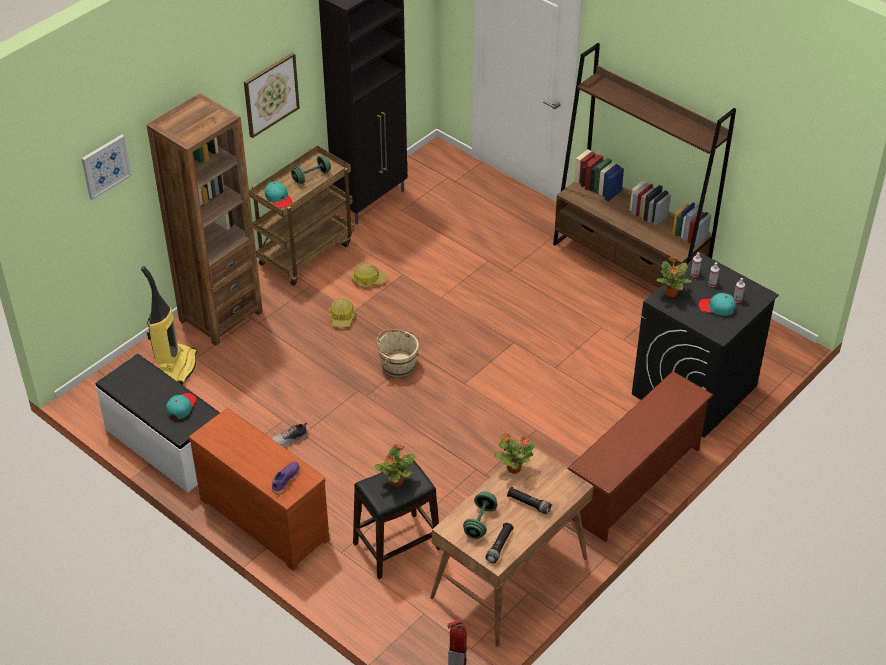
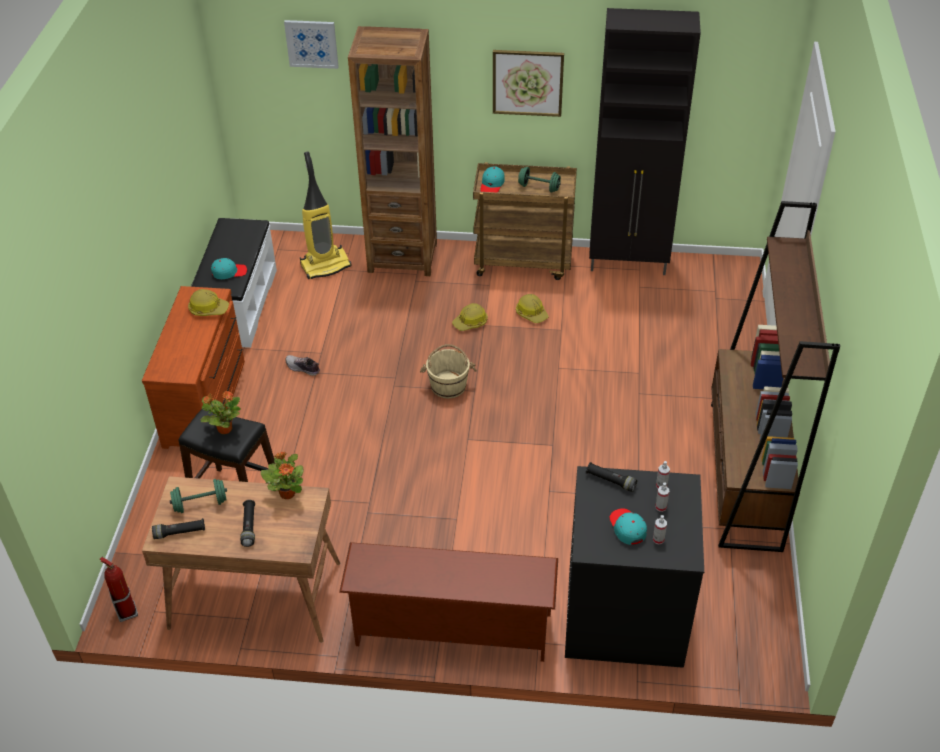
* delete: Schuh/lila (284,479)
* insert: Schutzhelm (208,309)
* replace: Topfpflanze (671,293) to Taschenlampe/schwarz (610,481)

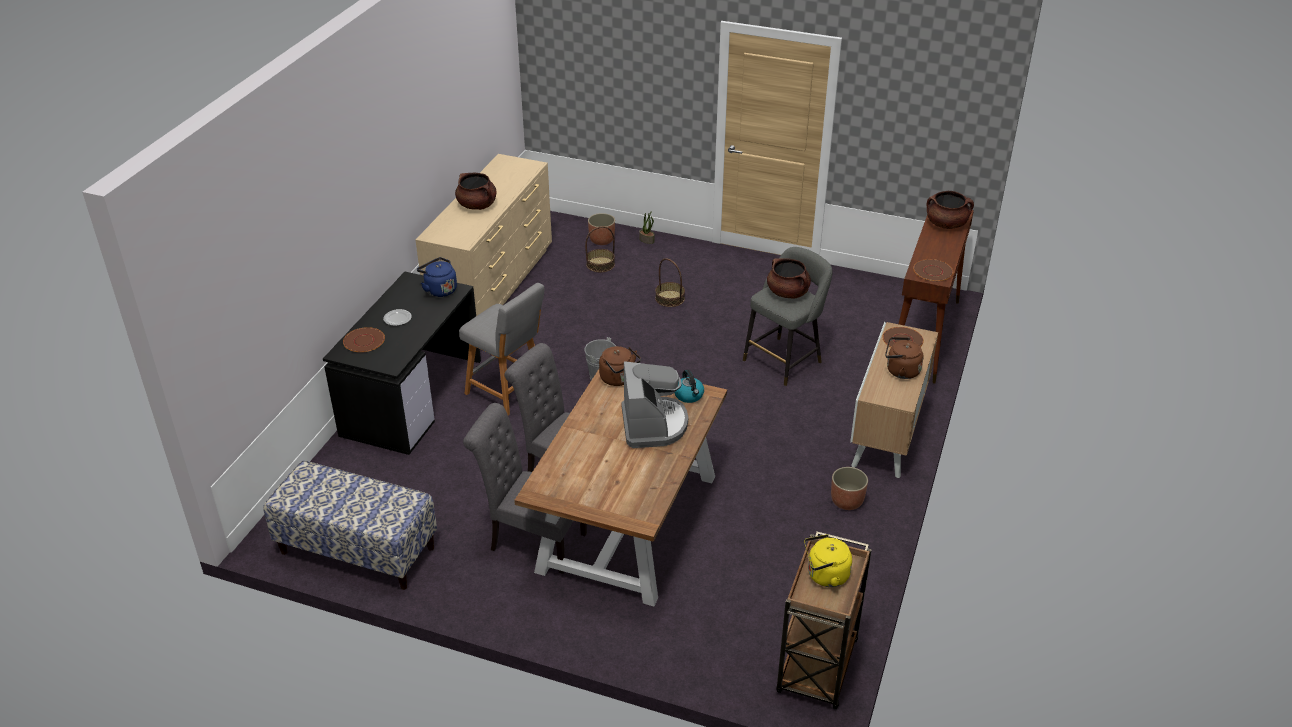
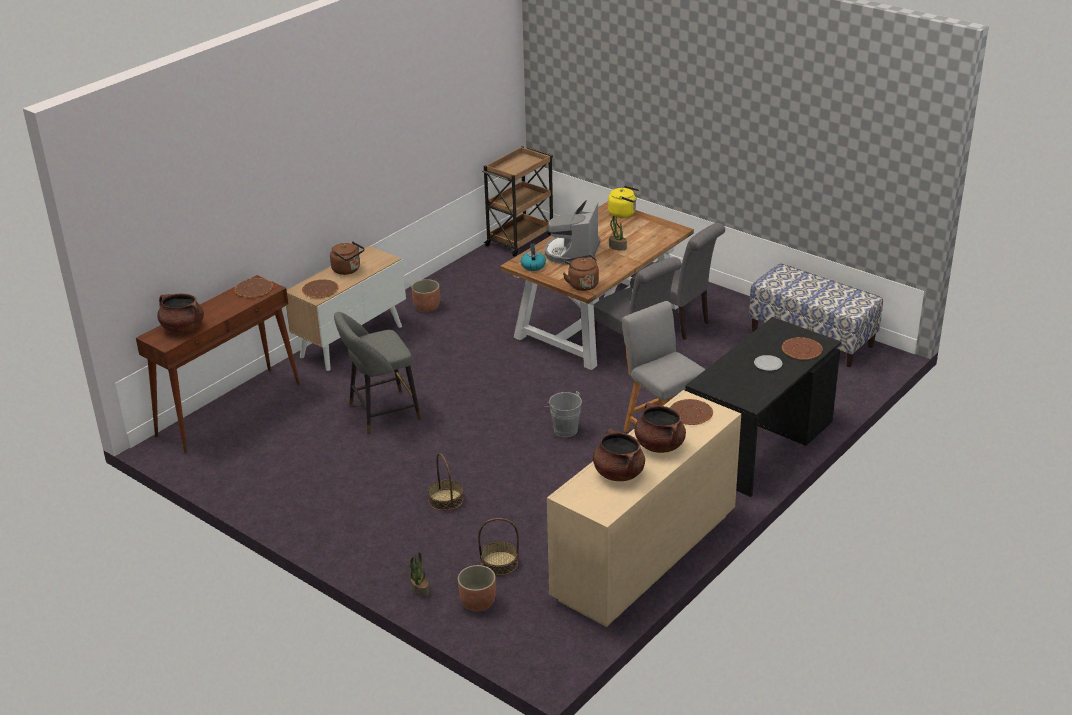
* delete: Wasserkessel/blau (439,290)
* insert: Topfpflanze (617,247)
* insert: Teller/braun (690,413)
* move: Kochtopf/braun (788,293) to (618,473)
* move: Wasserkessel/gelb (825,576) to (624,213)

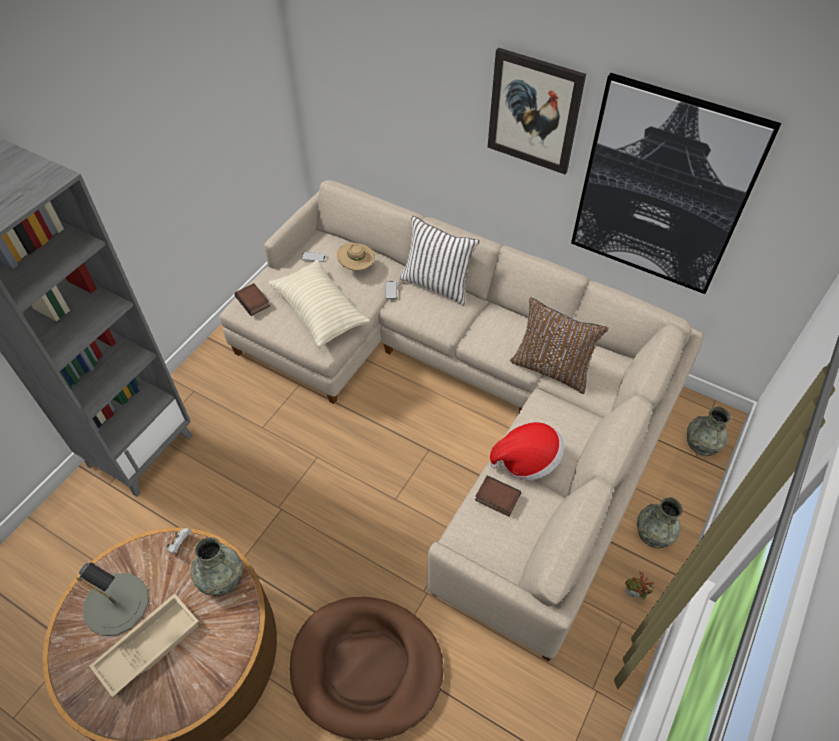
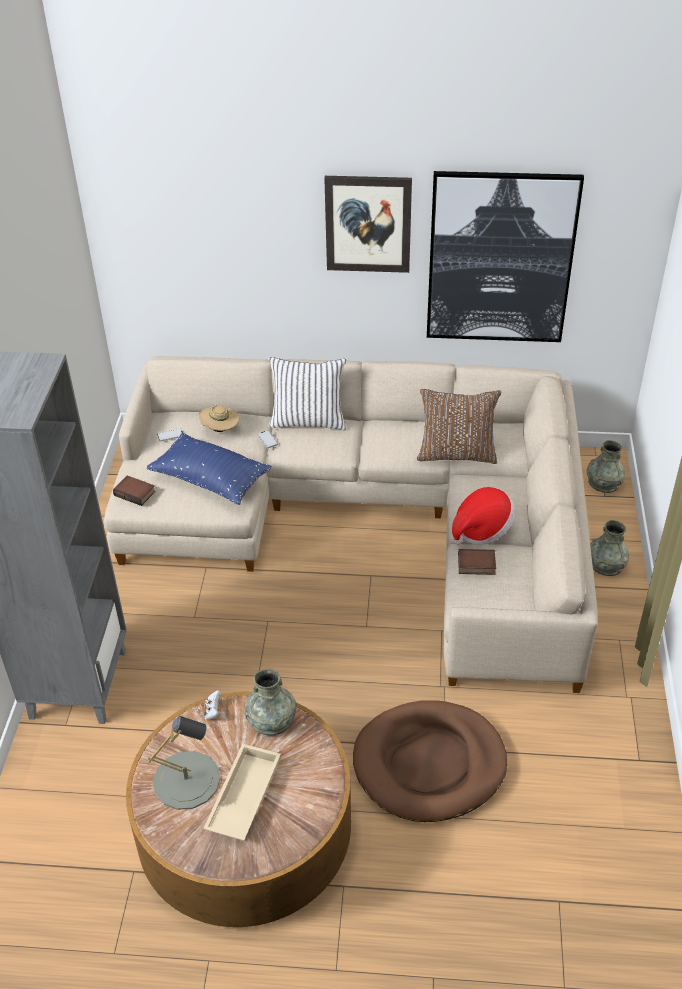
* delete: Topfpflanze (633,596)
* recolor: Kissen/beige (320,312) to Kissen/blau (210,480)

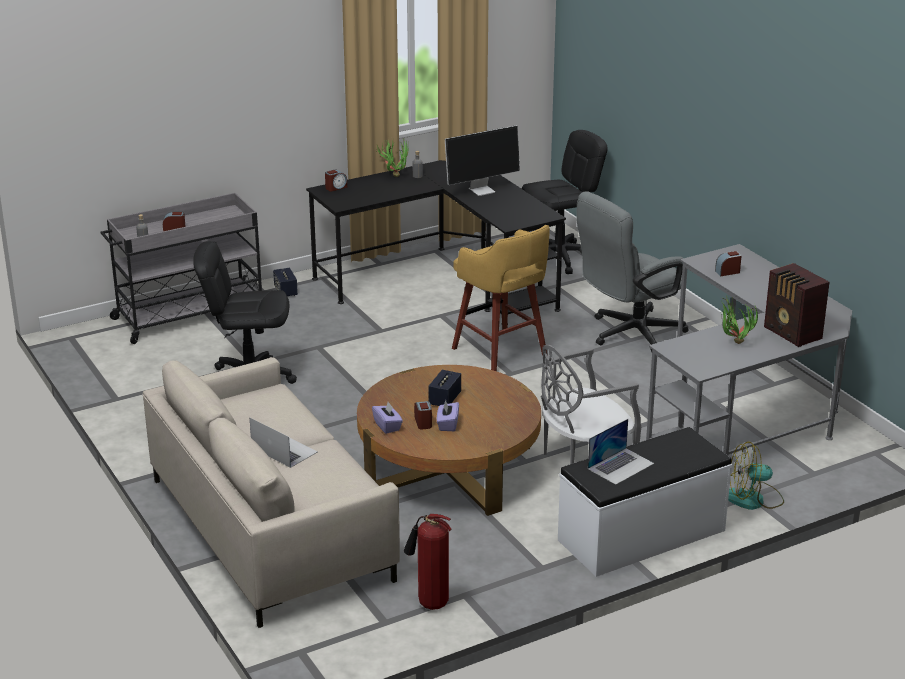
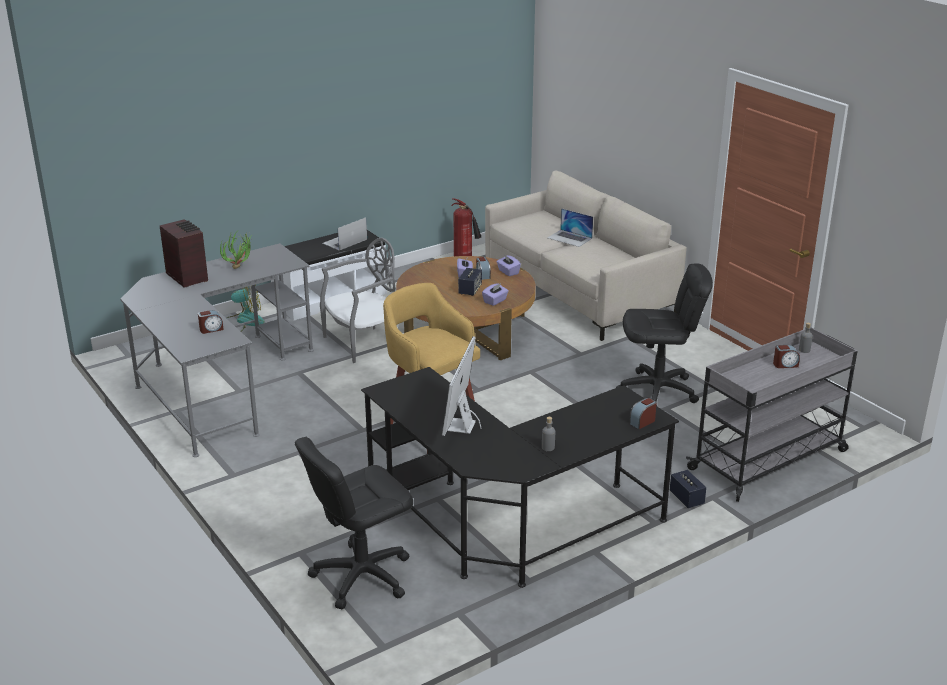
* delete: Topfpflanze (394,175)
* delete: Bürostuhl/grau (628,334)
* insert: Taschentuchbox/lila (495,301)
* rotate: Monitor (482,190) = (460,426) 45 degrees counterclockwise

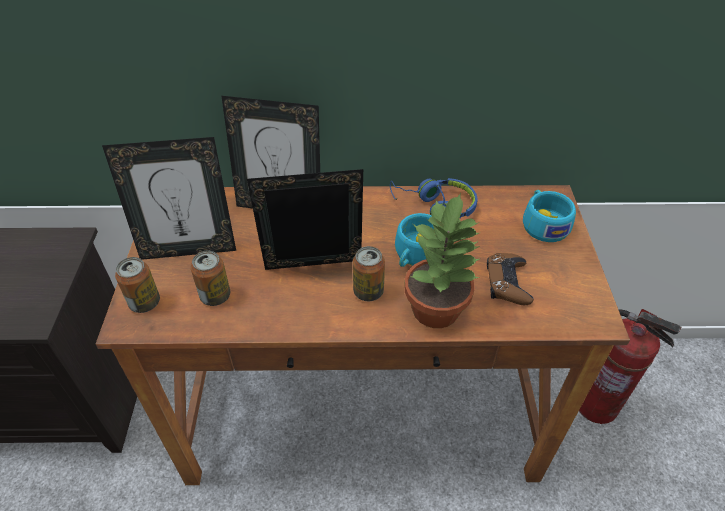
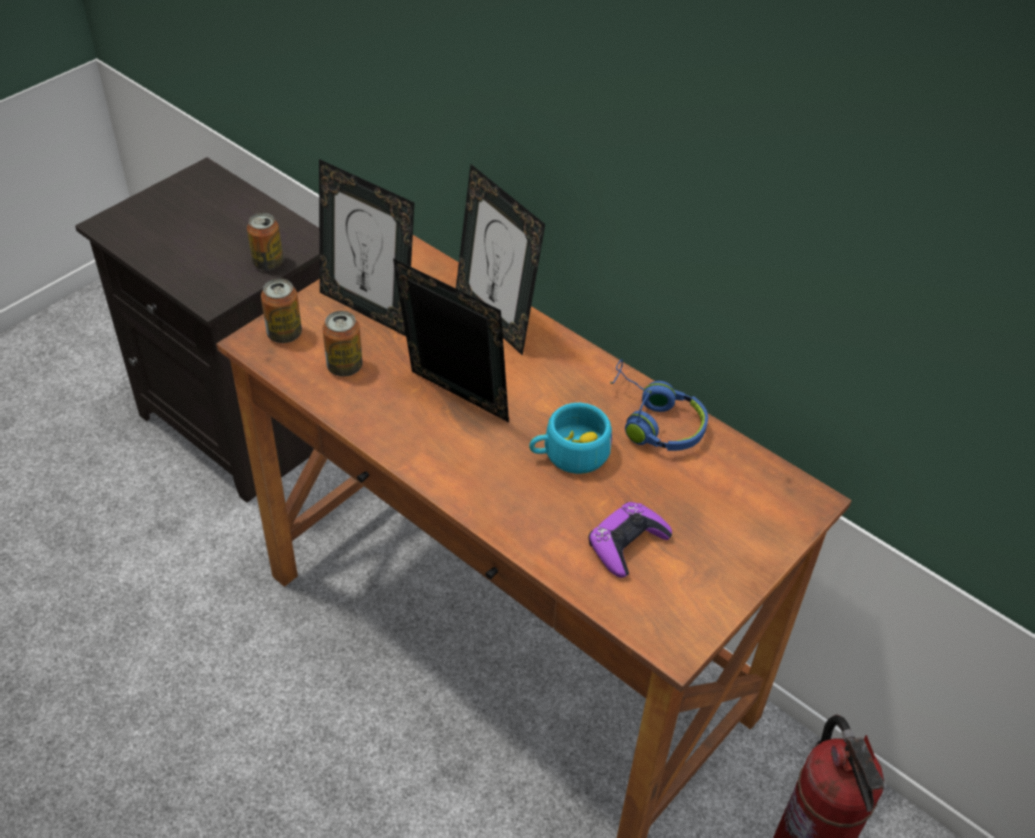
* delete: Topfpflanze (437,309)
* delete: Tasse/türkis (543,224)
* move: Dose (368,292) to (268,263)
* recolor: Gamepad/braun (507,283) to Gamepad/lila (627,544)

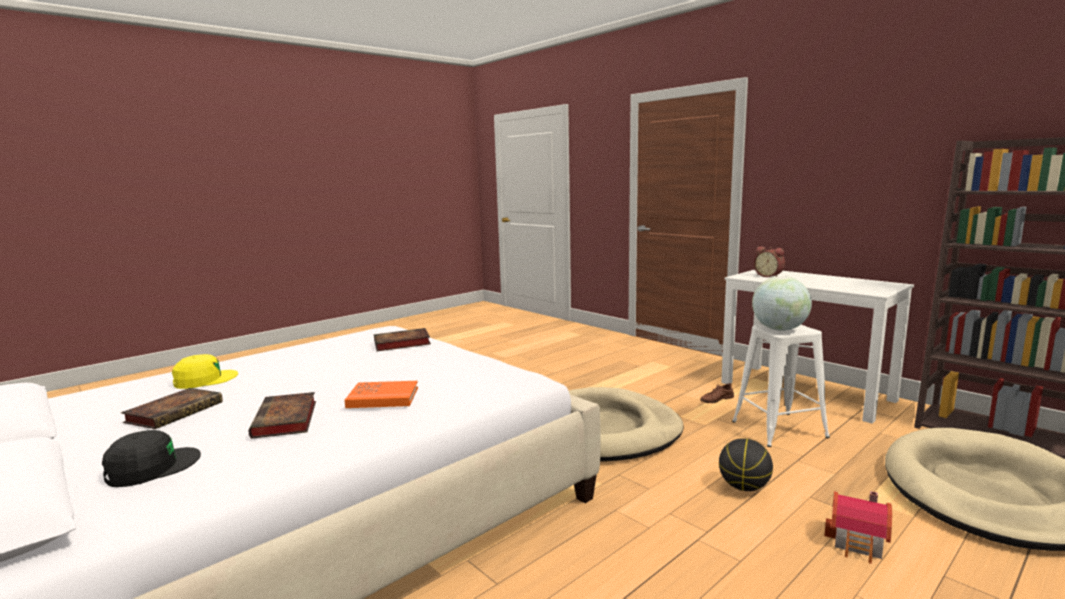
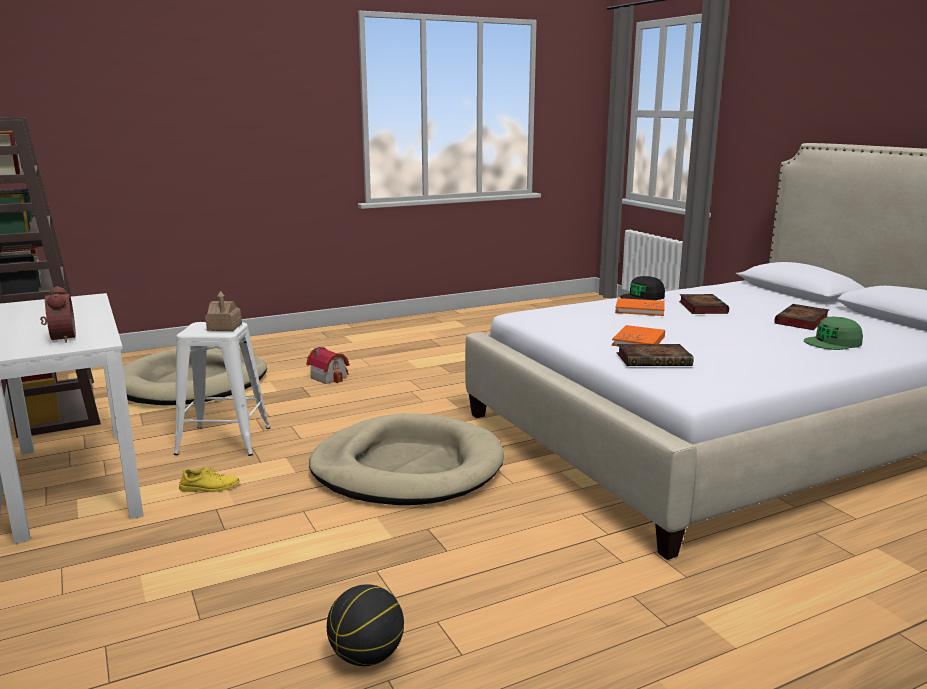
* insert: Buch/orange (638,341)
* move: Kappe/schwarz (152,467) to (643,297)
* move: Basketball (743,487) to (367,656)
* replace: Globus (779,329) to Spielzeughaus (224,327)
* recolor: Kappe/gelb (204,379) to Kappe/grün (833,342)
* recolor: Schuh/braun (716,399) to Schuh/gelb (209,487)

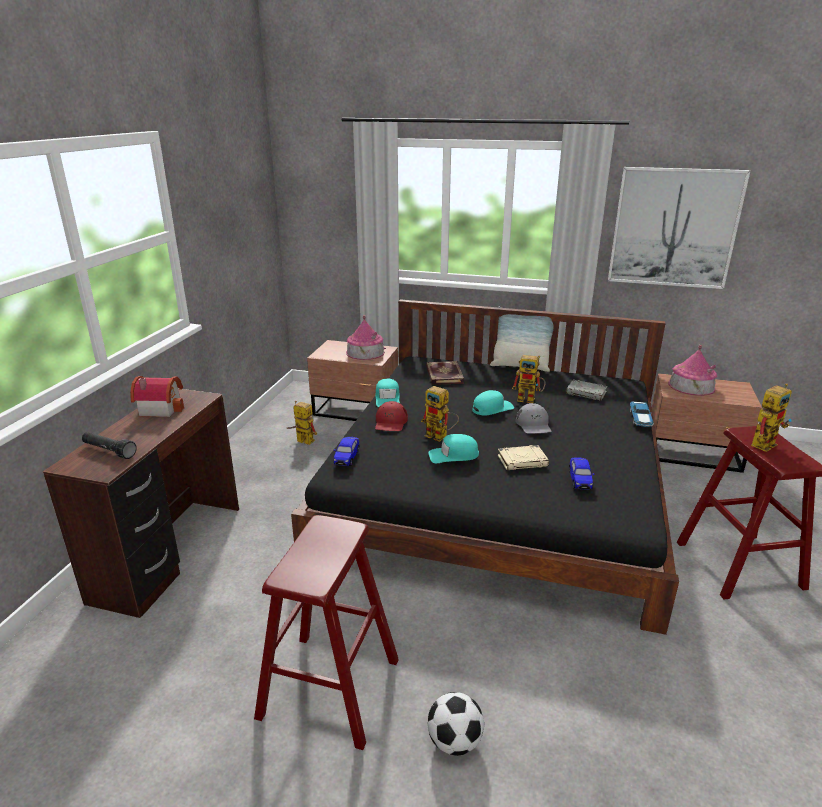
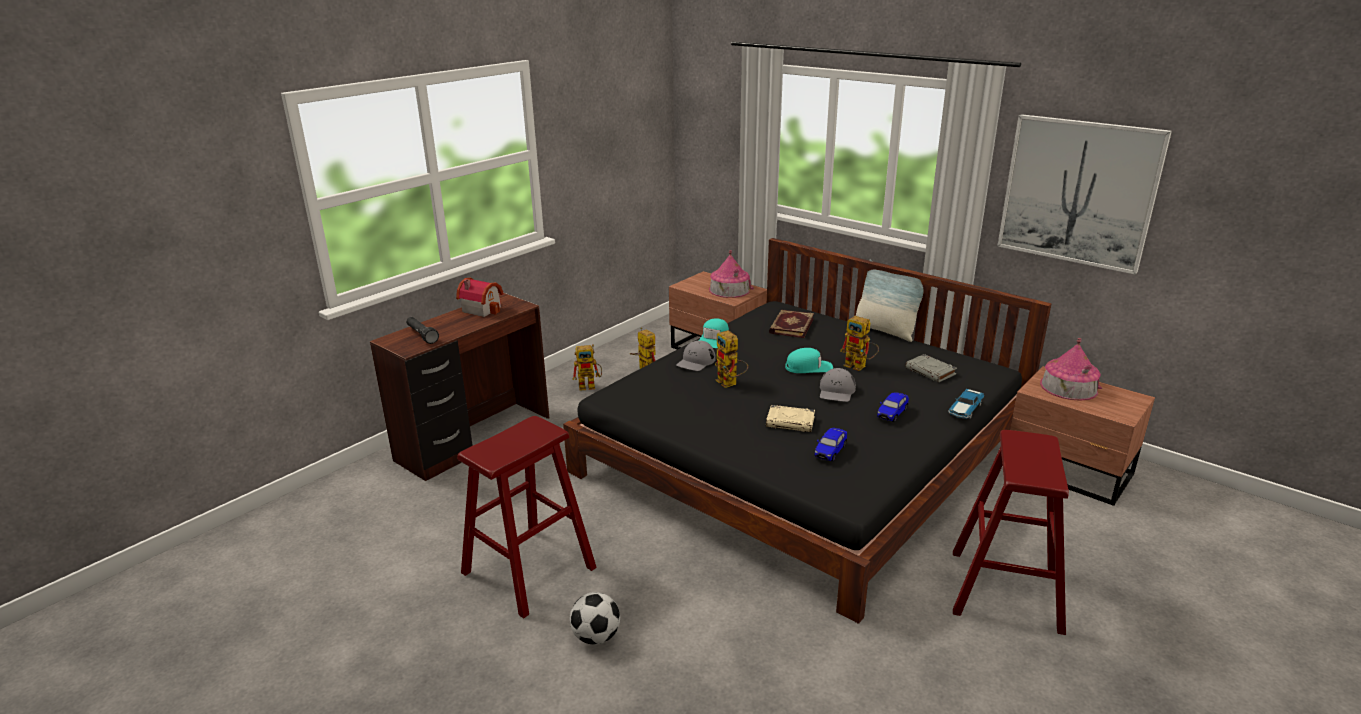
* delete: Kappe/türkis (453,455)
* move: Spielzeugauto (346,458) to (892,414)
* move: Spielzeugroboter (764,442) to (590,386)
* recolor: Kappe/rot (390,422) to Kappe/grau (696,361)

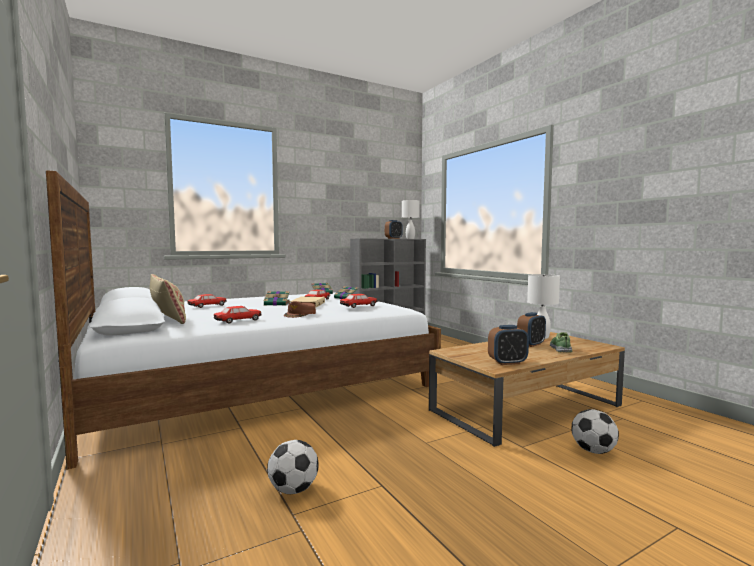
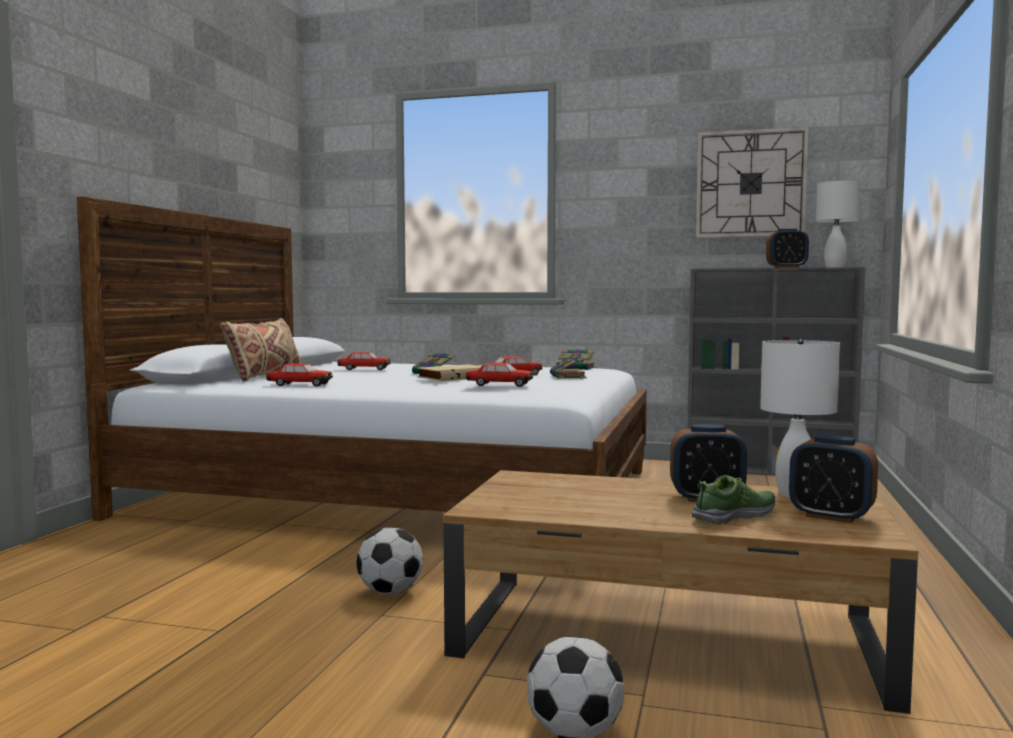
* delete: Kappe/braun (300,314)
* insert: Wanduhr (750,183)
* move: Fußball (293,490) to (390,592)
* move: Wecker (507,362) to (831,516)

